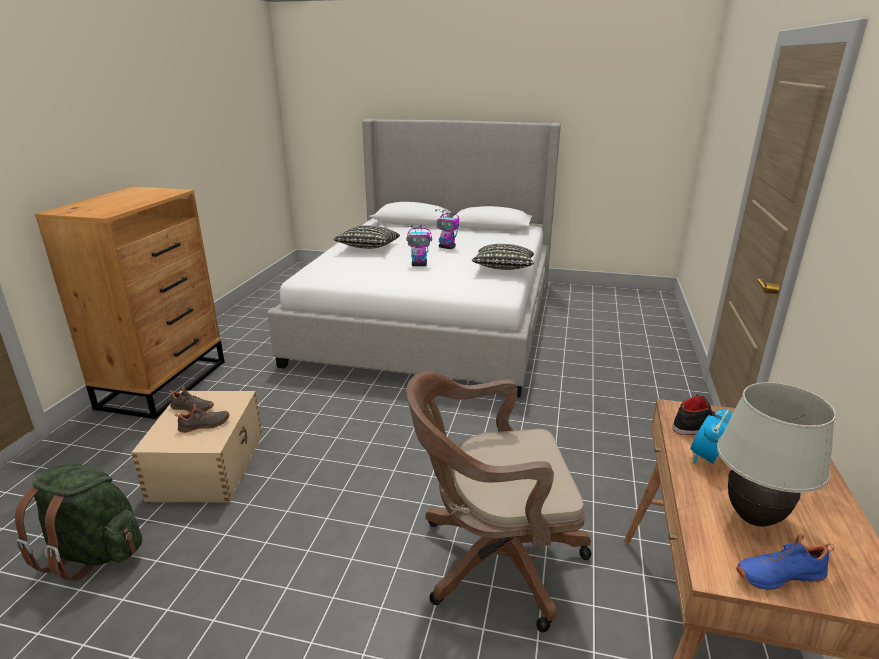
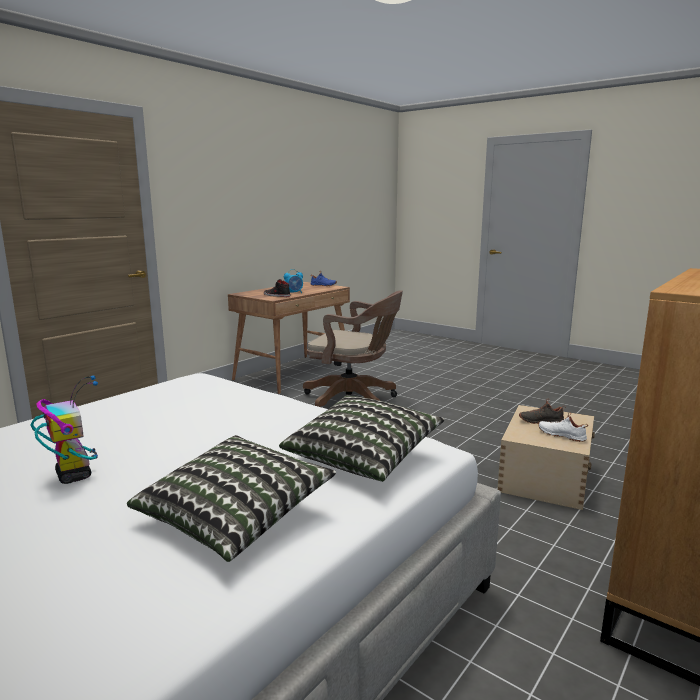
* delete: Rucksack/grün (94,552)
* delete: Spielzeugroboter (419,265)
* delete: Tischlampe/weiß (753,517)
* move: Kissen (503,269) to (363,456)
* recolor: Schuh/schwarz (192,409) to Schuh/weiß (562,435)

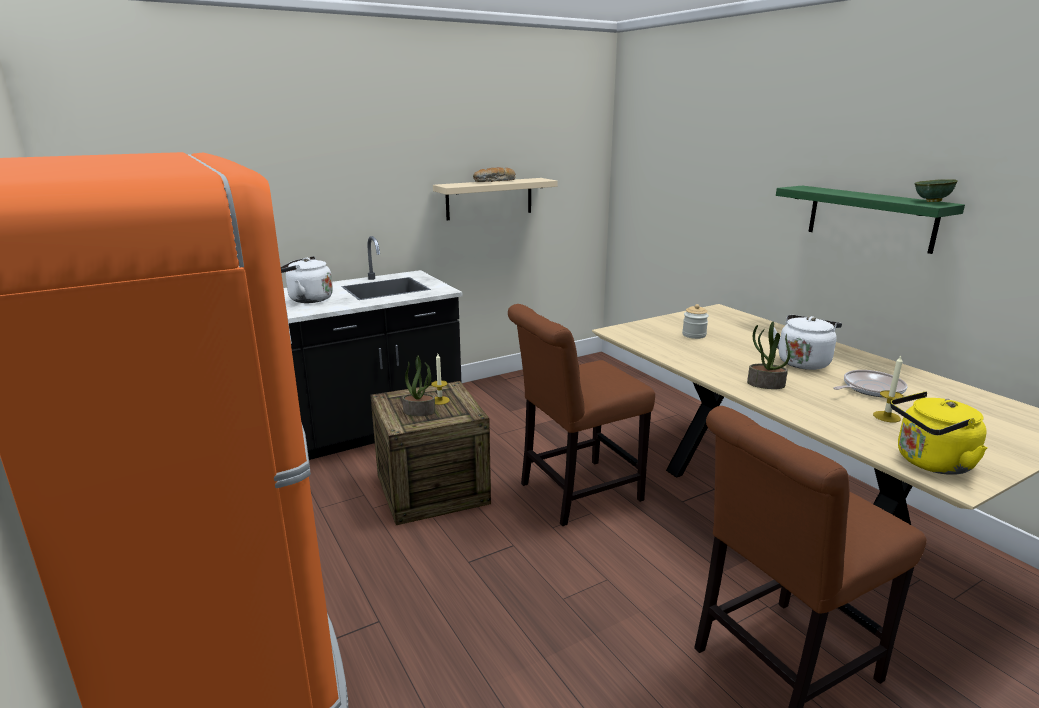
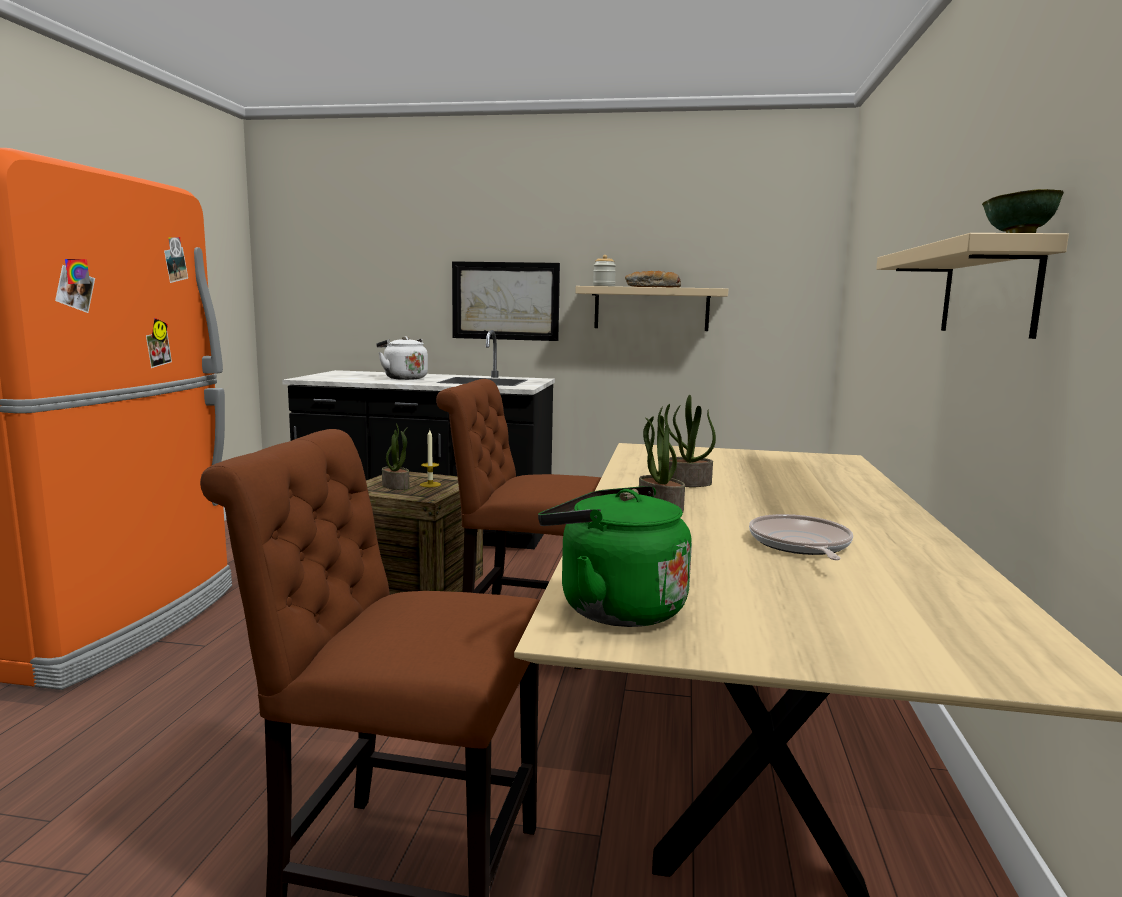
* delete: Wasserkessel/weiß (803,362)
* delete: Kerze (886,416)
* insert: Bild (505,301)
* insert: Topfpflanze (686,483)
* move: Vorratsglas (694,335) to (604,286)
* recolor: Wandregal/grün (870,218) to Wandregal/beige (988,291)
* recolor: Wasserkessel/gelb (929,463) to Wasserkessel/grün (614,607)
* rotate: Pfanne (870,389) = (800,545) 105 degrees counterclockwise

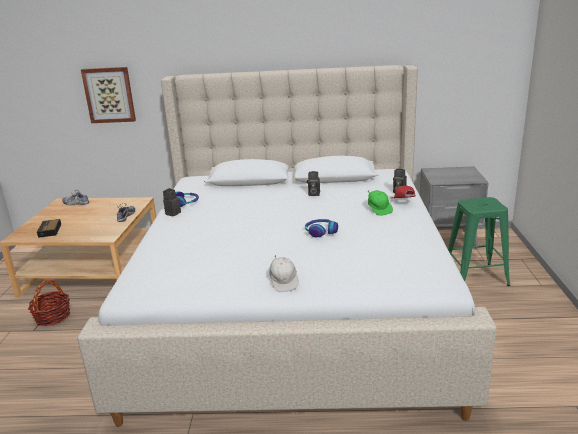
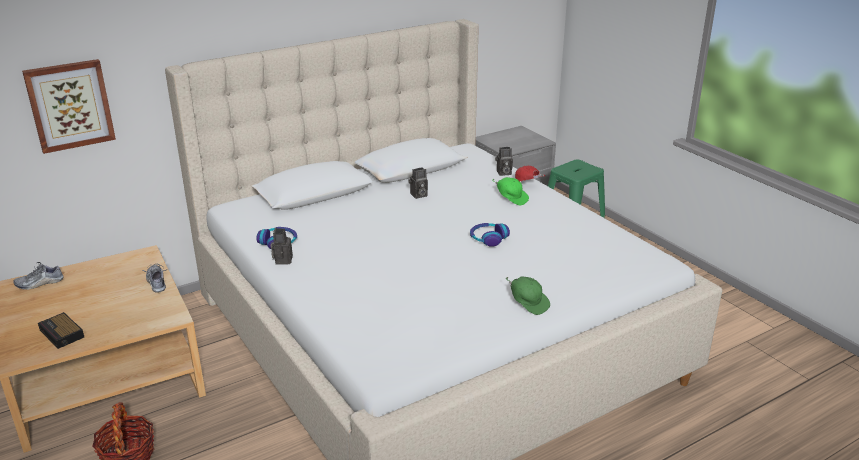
* recolor: Kappe/weiß (284,282) to Kappe/grün (528,303)

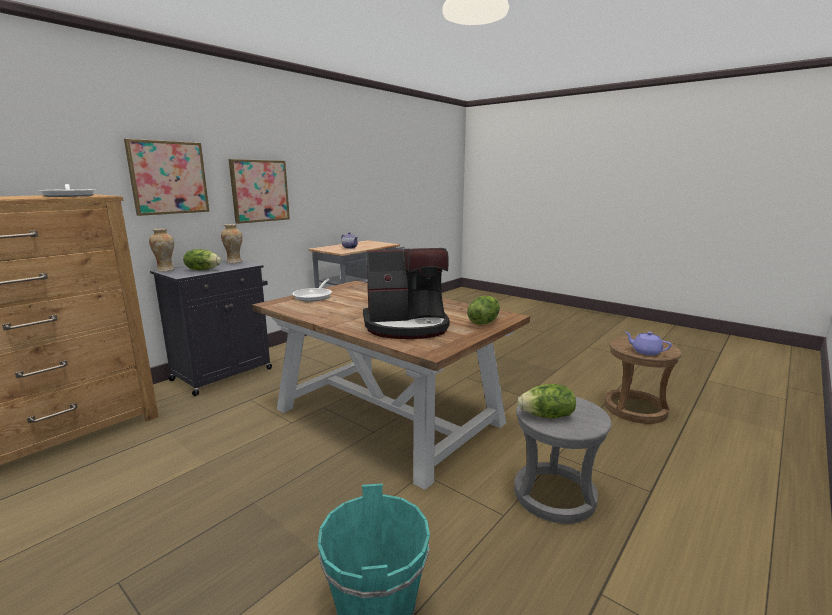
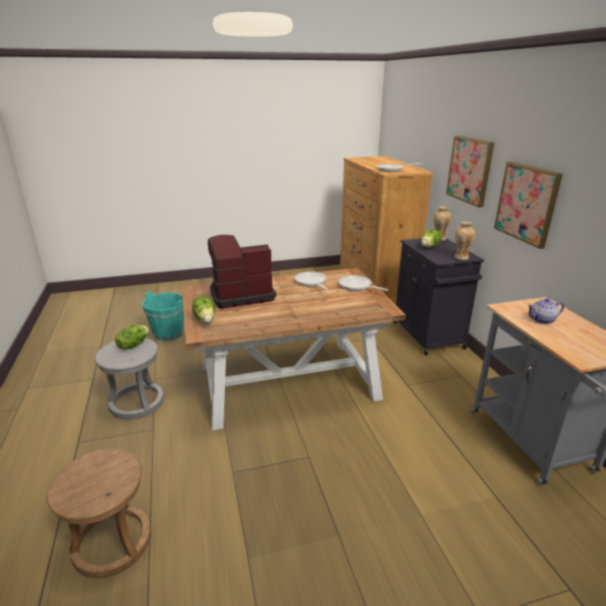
* delete: Teekanne/lila (645,352)
* insert: Pfanne (311,282)
* rotate: Kaffeemaschine (407,326) = (241,295) 45 degrees clockwise

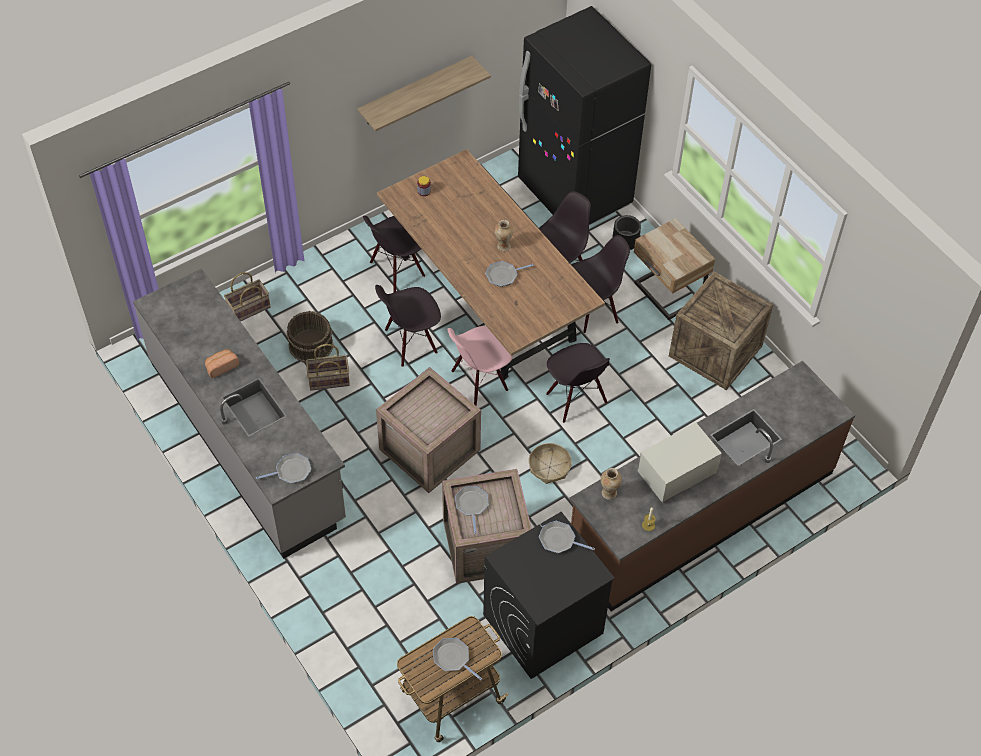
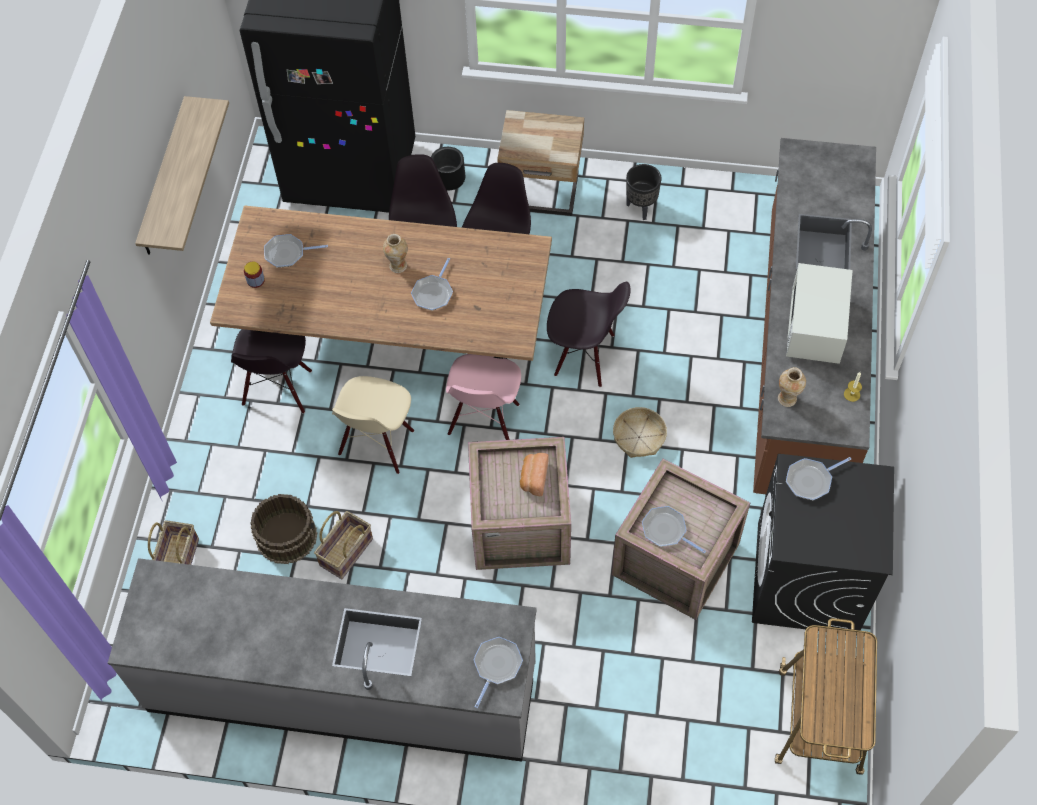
* move: Brot (221,366) to (533,478)
* move: Pfanne (453,658) to (287,253)
* replace: Kiste (715,351) to Pflanzkübel/schwarz (640,208)
* recolor: Stuhl/schwarz (410,342) to Stuhl/beige (377,444)

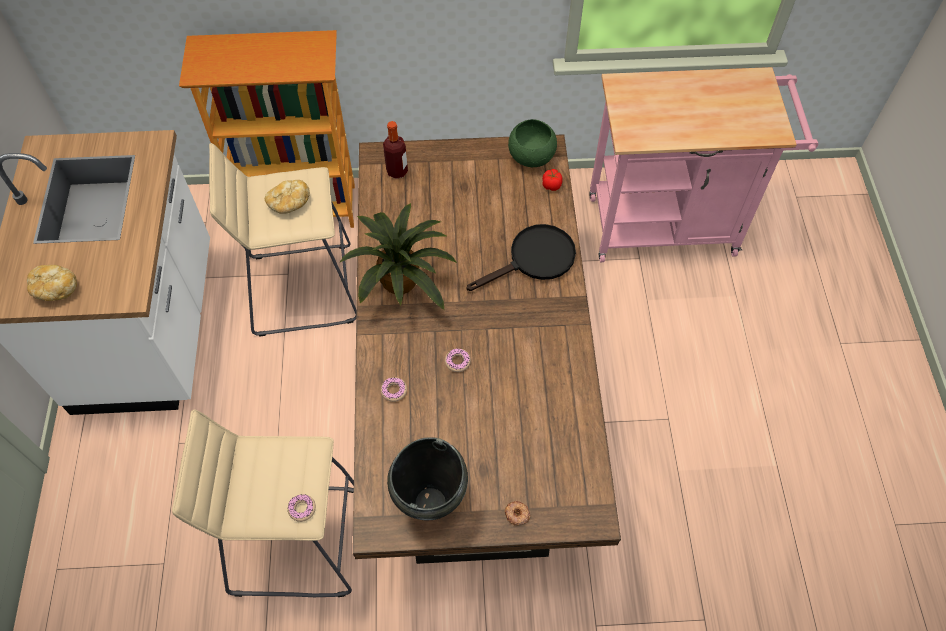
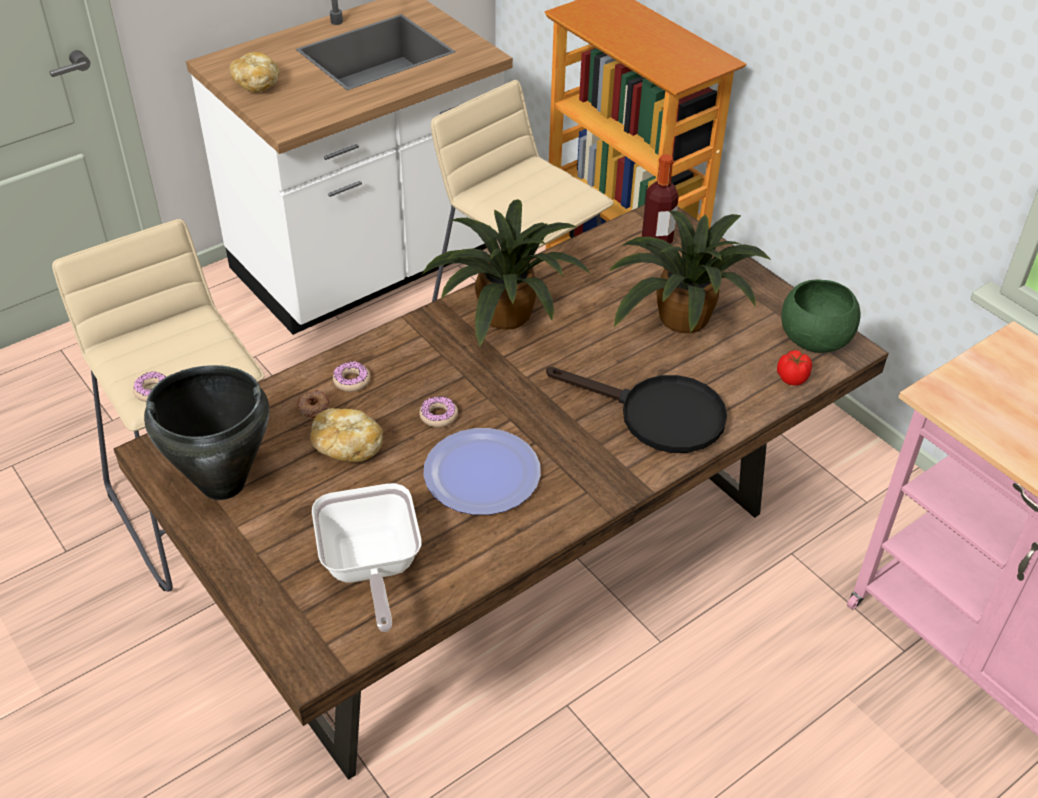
* insert: Pfanne (370,568)
* insert: Teller (481,473)
* insert: Topfpflanze (682,321)
* move: Brot (289,203) to (347,447)
* move: Donut (517,514) to (313,407)

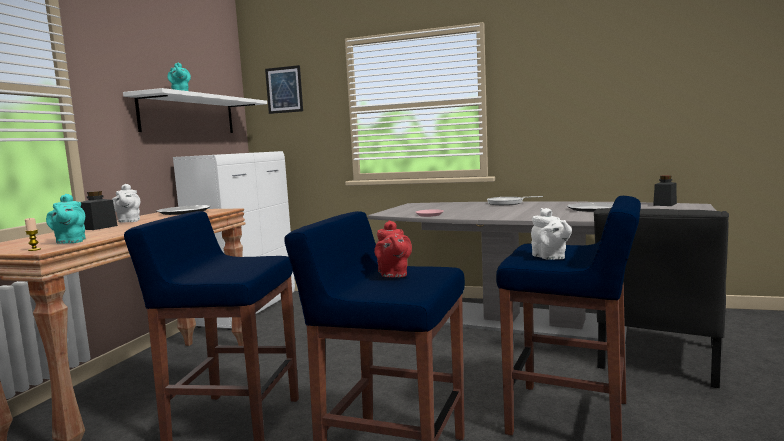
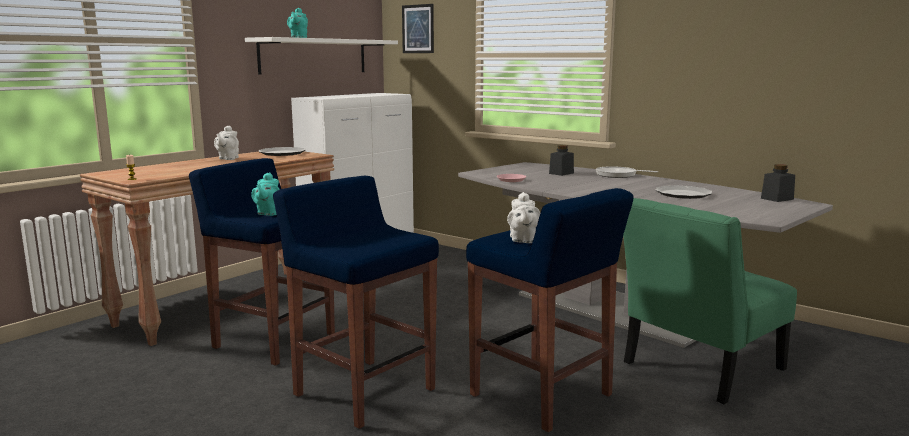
* delete: Teekanne/rot (393,274)
* move: Teekanne/türkis (70,242) to (268,213)
* move: Vorratsglas/schwarz (99,227) to (561,173)
* recolor: Stuhl/schwarz (658,361) to Stuhl/grün (697,369)

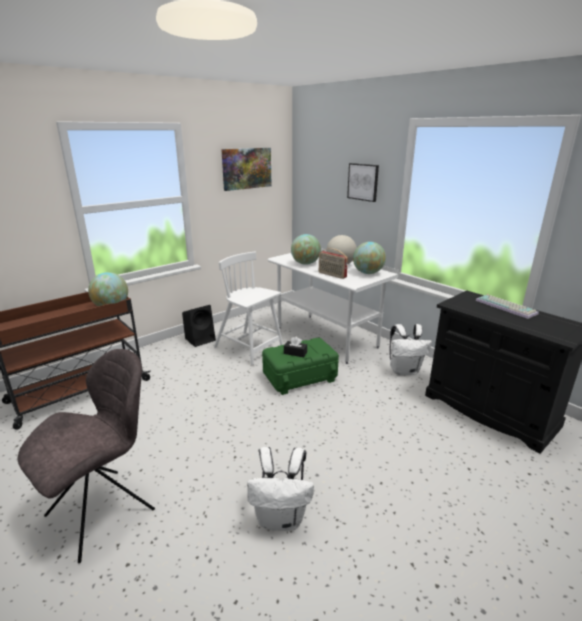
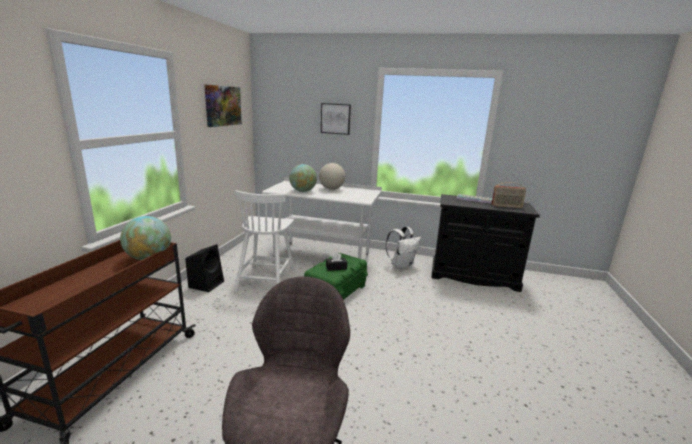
* delete: Rucksack/weiß (281,518)
* delete: Globus (368,273)
* move: Radio (332,275) to (506,206)
* rotate: Stuhl/weiß (249,348) = (266,279) 90 degrees counterclockwise

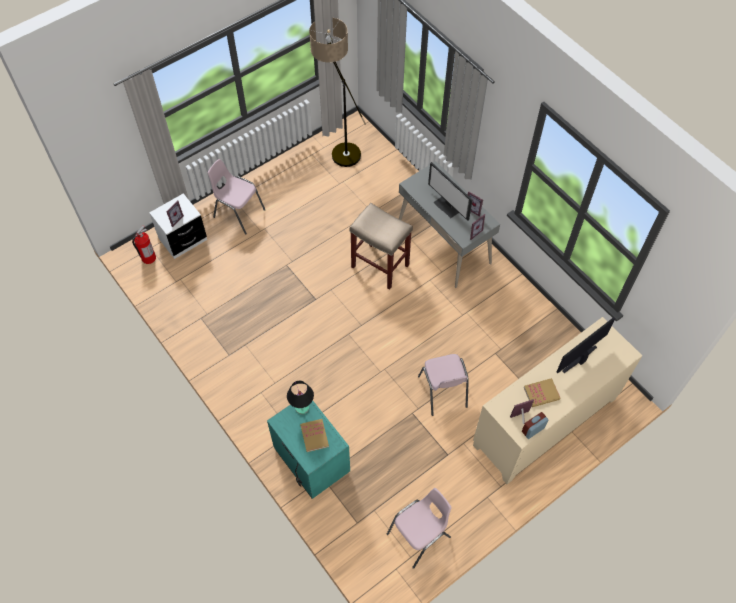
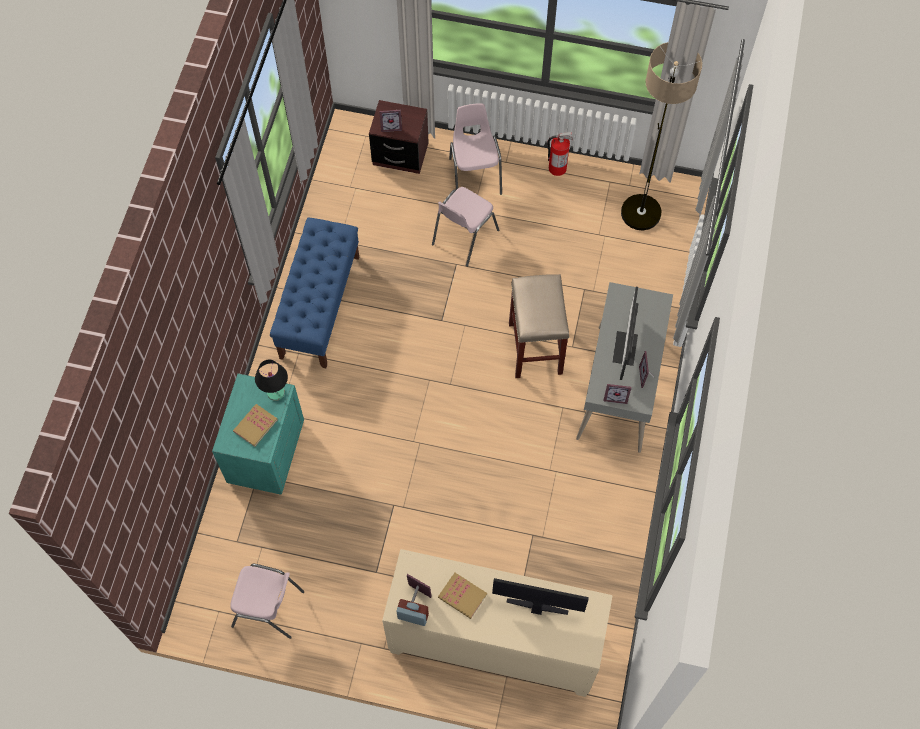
* insert: Bank/blau (320,306)
* move: Feuerlöscher (148,258) to (557,168)
* move: Stuhl/rosa (442,392) to (464,237)
* recolor: Nachttisch/weiß (183,239) to Nachttisch/braun (400,154)

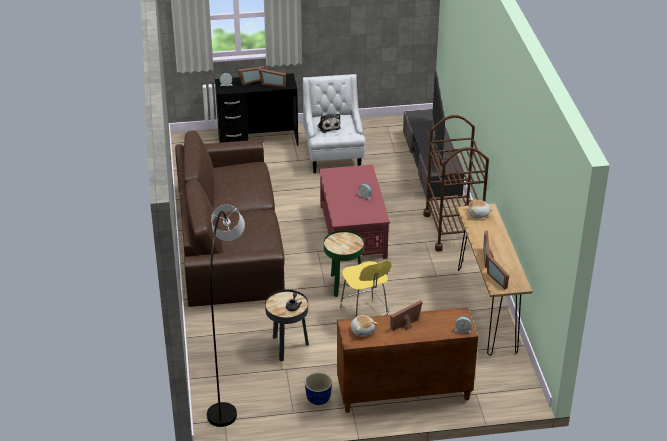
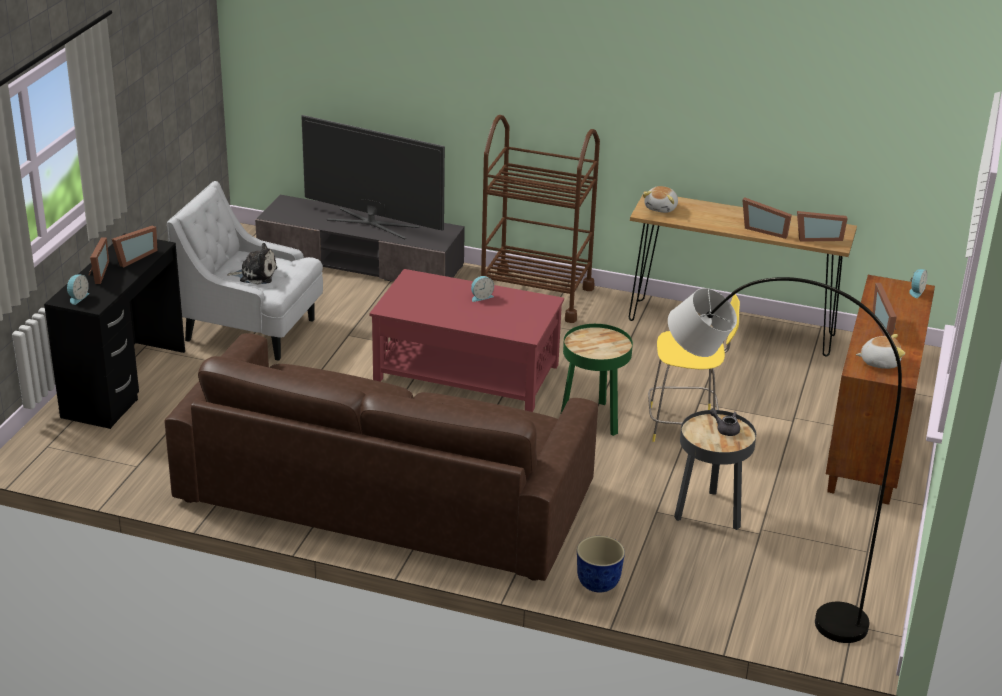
* move: Pflanzkübel (318,399) to (597,584)

